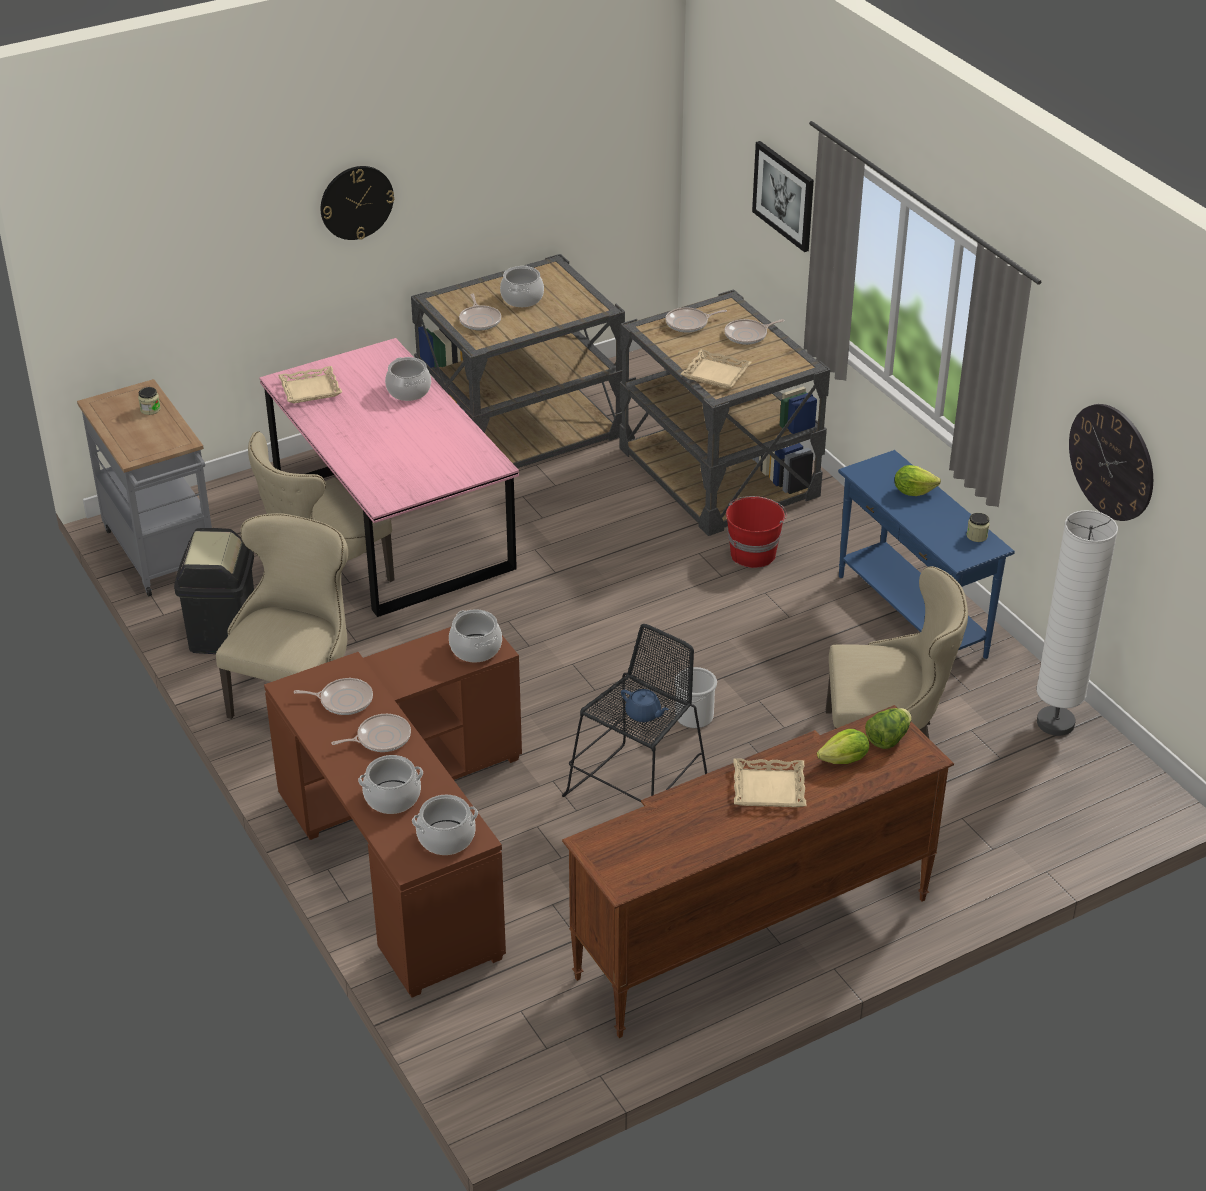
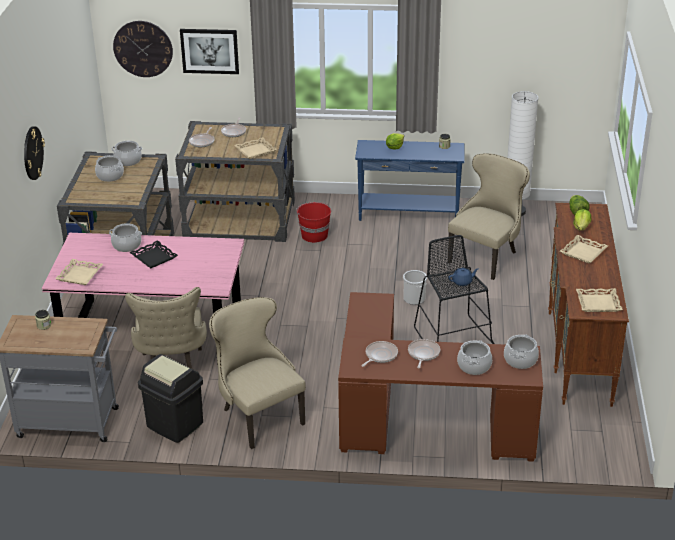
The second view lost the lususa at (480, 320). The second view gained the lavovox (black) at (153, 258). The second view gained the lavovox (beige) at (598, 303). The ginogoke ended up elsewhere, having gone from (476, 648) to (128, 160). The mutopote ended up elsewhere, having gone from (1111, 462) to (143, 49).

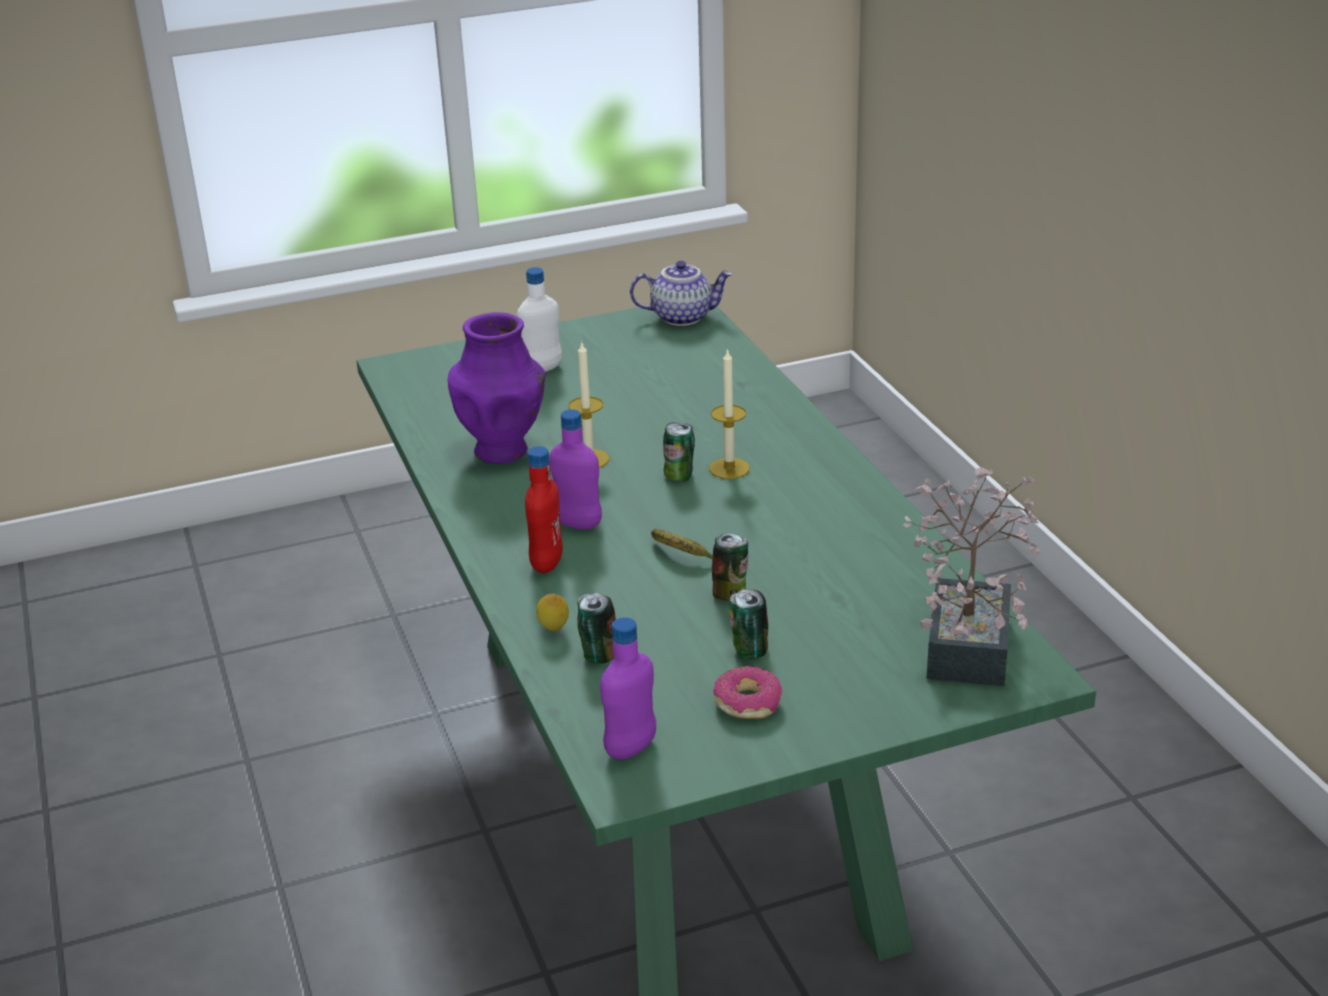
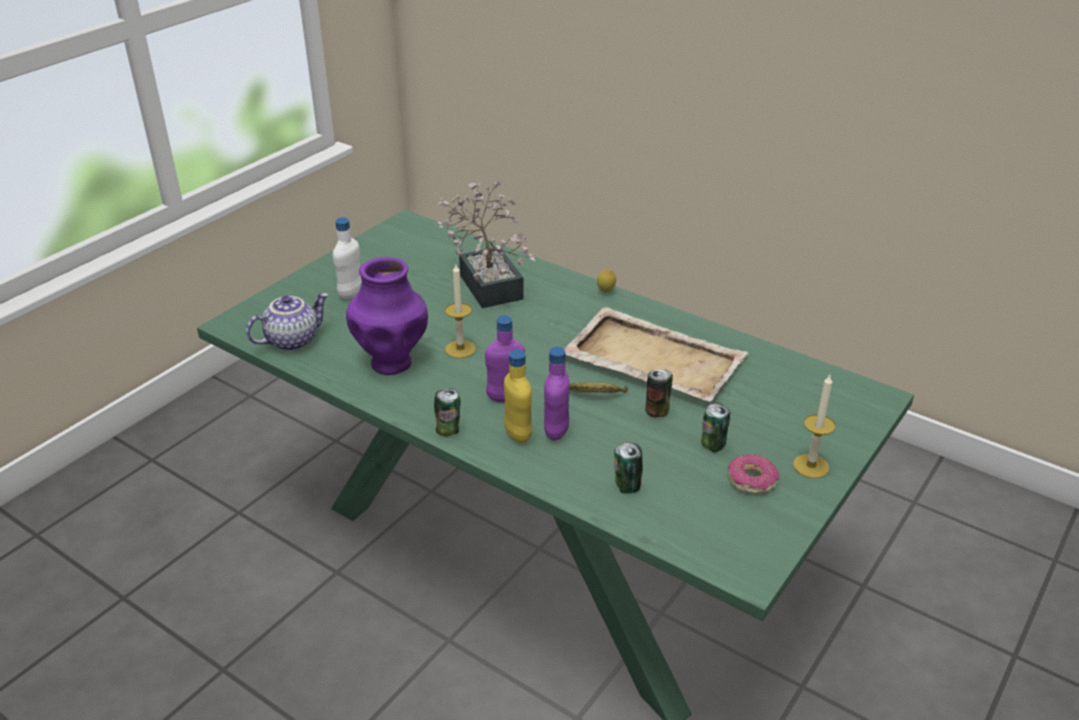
The second view gained the lavovox (beige) at (652, 358). The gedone ended up elsewhere, having gone from (554, 630) to (606, 292). The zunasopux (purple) ended up elsewhere, having gone from (631, 748) to (556, 431). The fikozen ended up elsewhere, having gone from (682, 316) to (292, 340). The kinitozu ended up elsewhere, having gone from (679, 476) to (448, 430). The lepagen ended up elsewhere, having gone from (729, 468) to (811, 466). The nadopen ended up elsewhere, having gone from (971, 639) to (489, 282). What was the zunasopux (red) at (546, 563) turned into the zunasopux (yellow) at (518, 434).

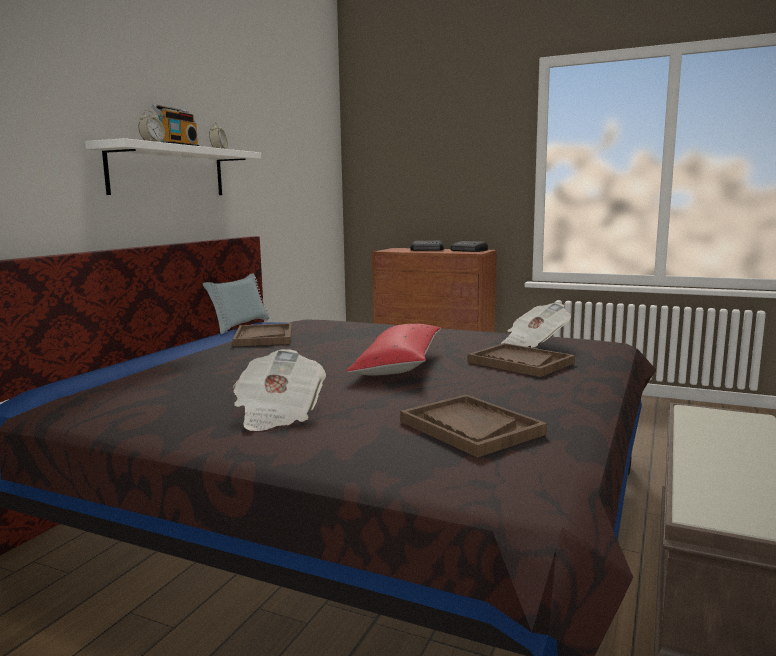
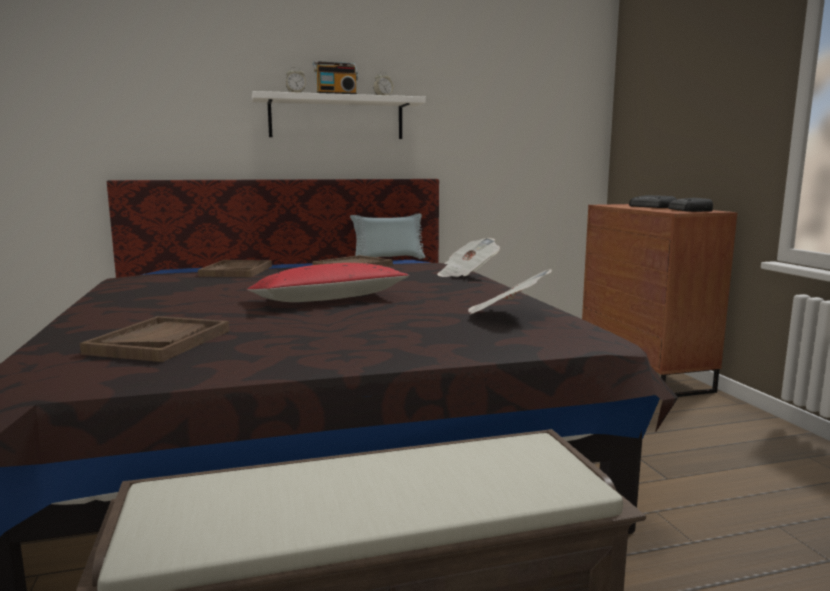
The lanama ended up elsewhere, having gone from (278, 414) to (467, 274). The lavovox (brown) ended up elsewhere, having gone from (520, 362) to (236, 271).

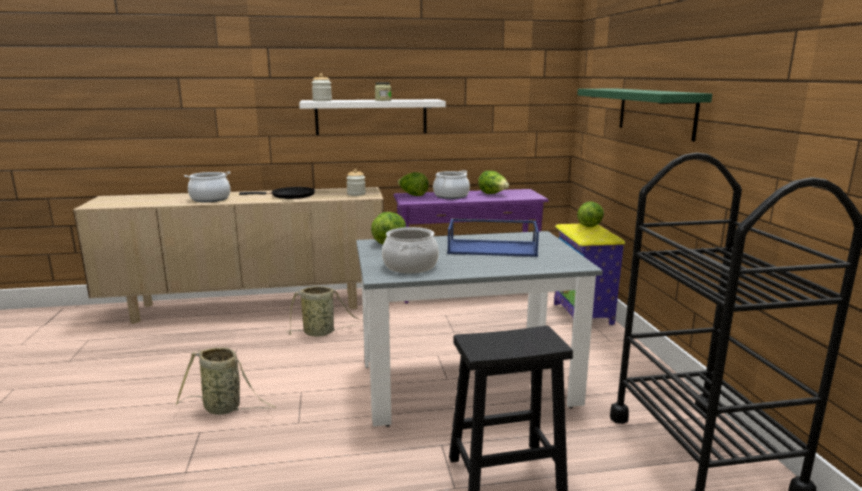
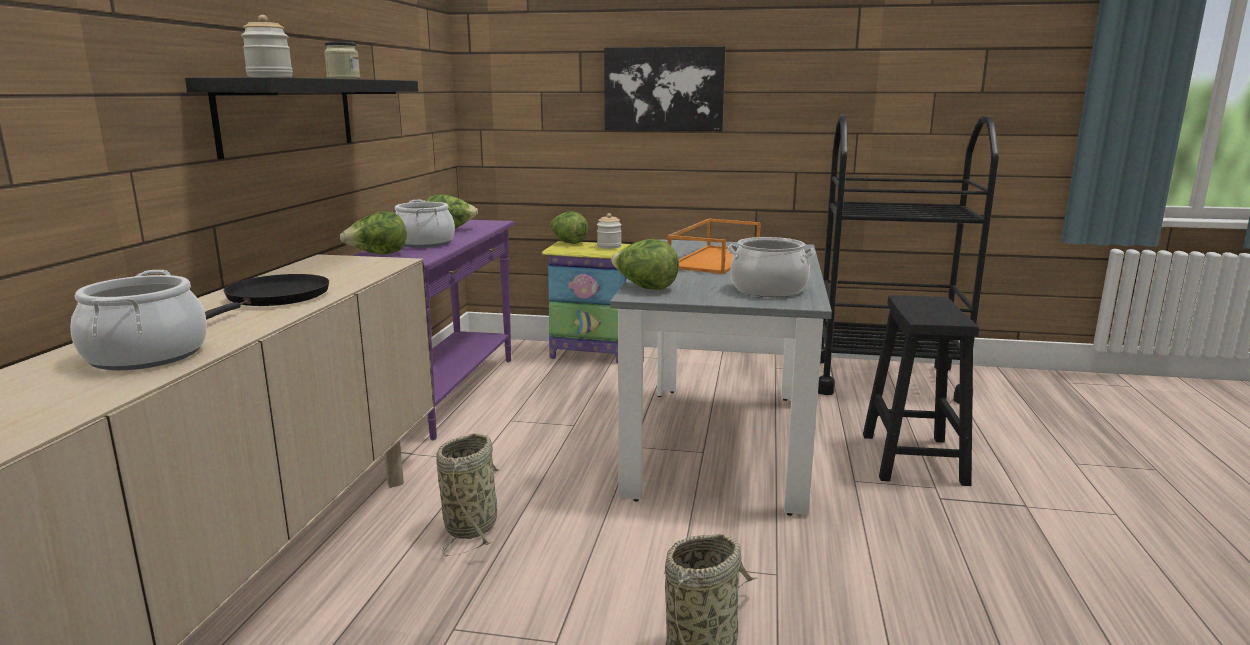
The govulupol ended up elsewhere, having gone from (356, 194) to (609, 246). Where the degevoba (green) hung at (656, 112), the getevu came to hang at (664, 89). What was the degevoba (white) at (371, 116) turned into the degevoba (black) at (288, 115). What was the lavovox (blue) at (493, 248) turned into the lavovox (orange) at (714, 259).

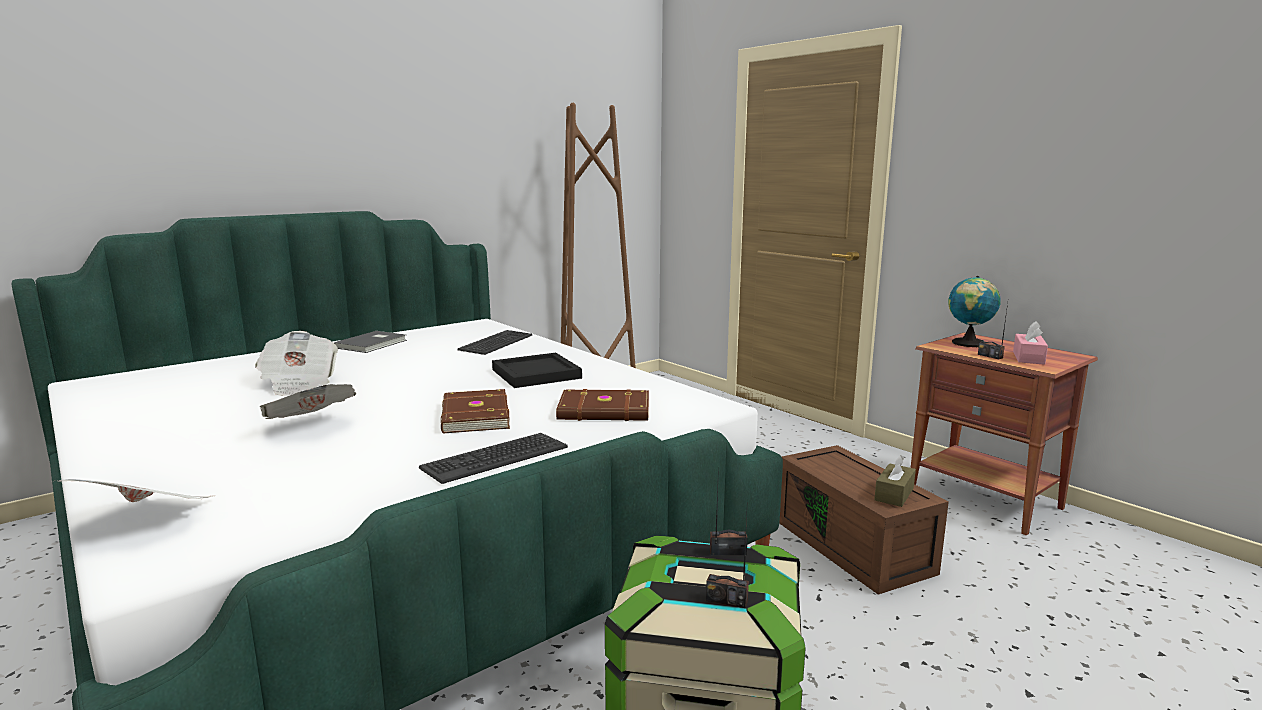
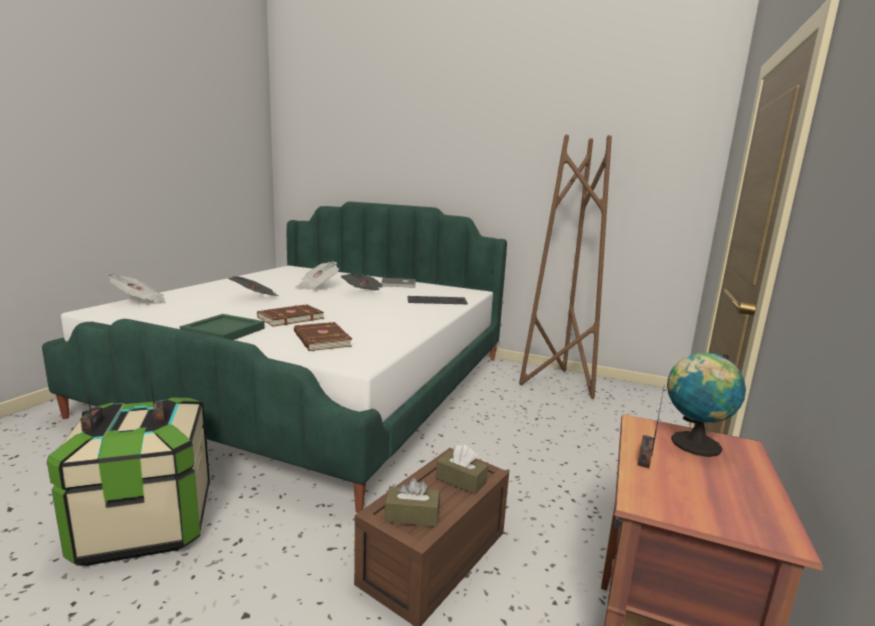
The second view lost the lavovox (black) at (534, 374). The second view lost the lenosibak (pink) at (1028, 358). The second view gained the lanama at (363, 294). The second view gained the lenosibak (brown) at (461, 480). Where the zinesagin stood at (495, 458), the lavovox (green) came to stand at (225, 331).

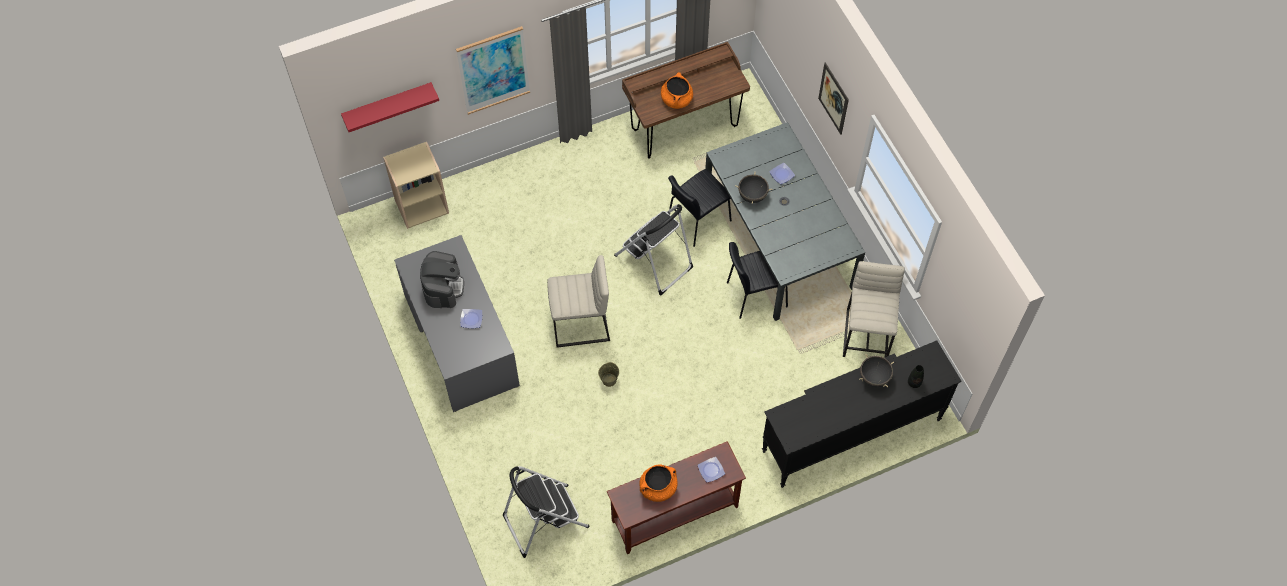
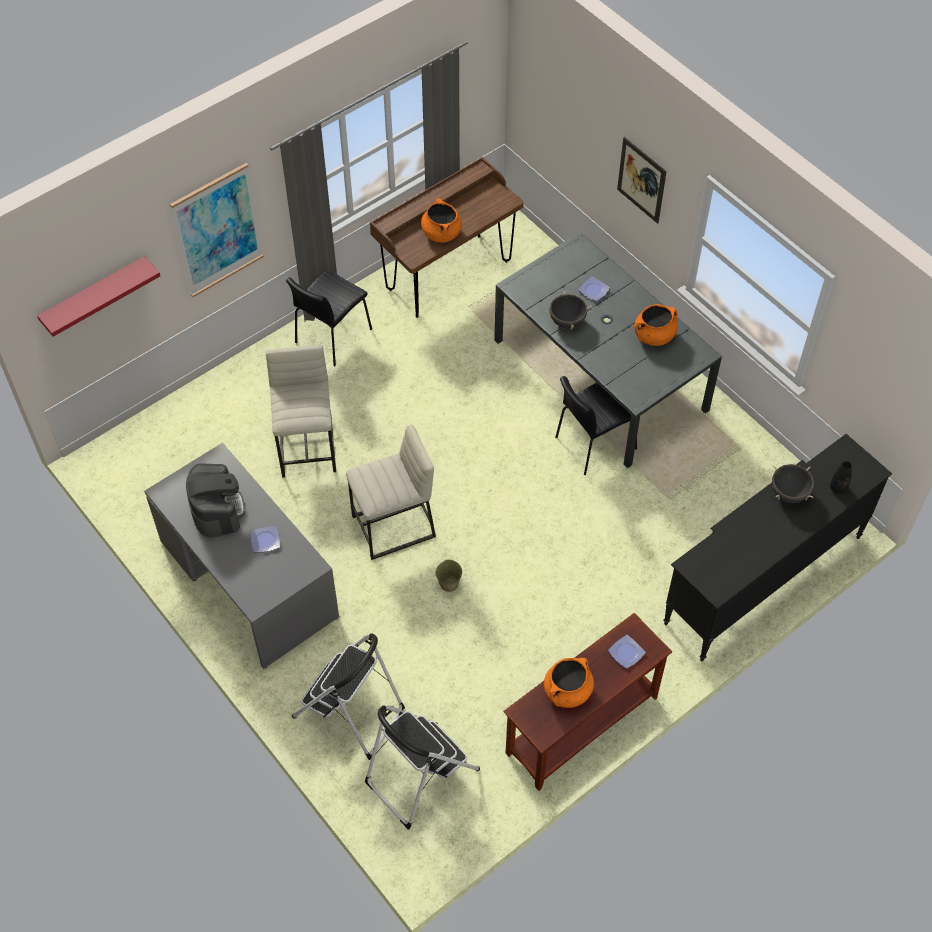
The second view lost the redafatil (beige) at (422, 205). The second view gained the ginogoke (orange) at (654, 336). The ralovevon ended up elsewhere, having gone from (654, 263) to (350, 714). The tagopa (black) ended up elsewhere, having gone from (697, 221) to (331, 337). The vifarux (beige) ended up elsewhere, having gone from (866, 335) to (307, 447).

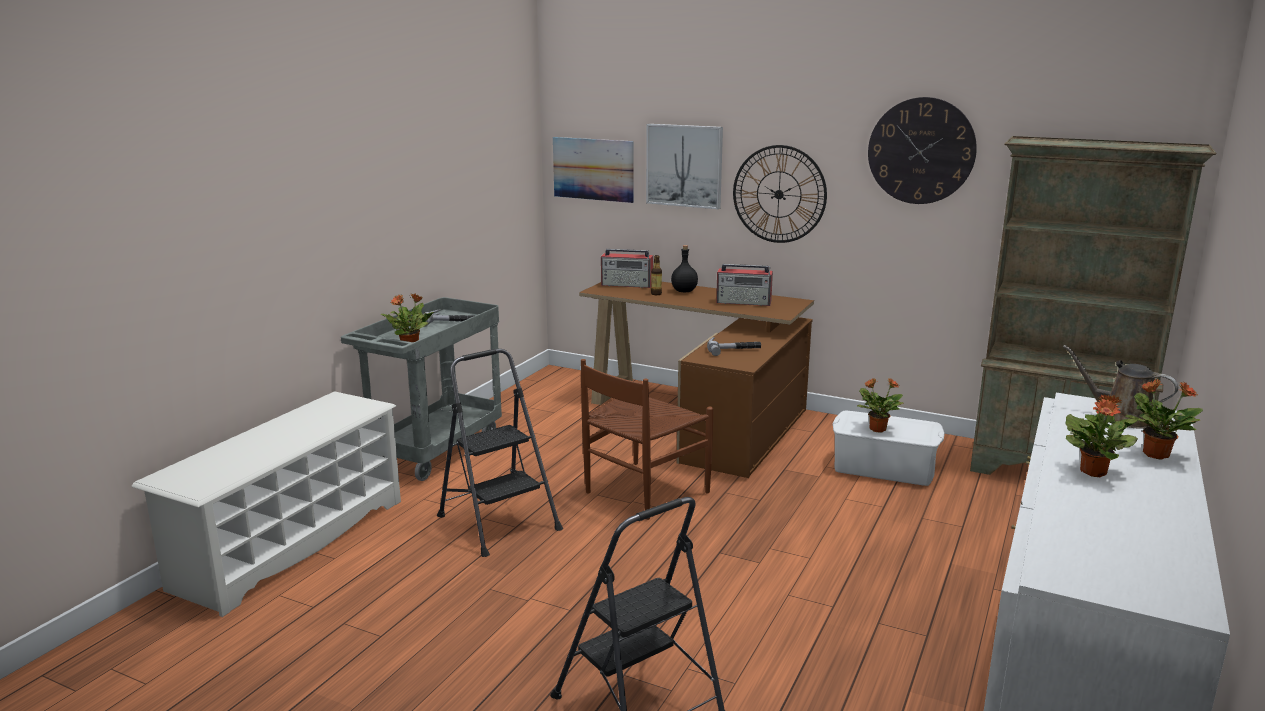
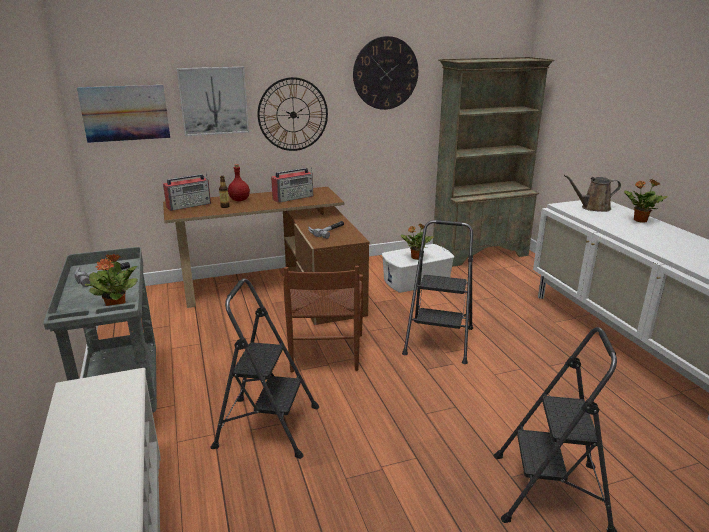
The second view lost the nadopen at (1093, 472). The second view gained the ralovevon (black) at (439, 339). What was the zunasopux (black) at (684, 291) turned into the zunasopux (red) at (240, 200).

